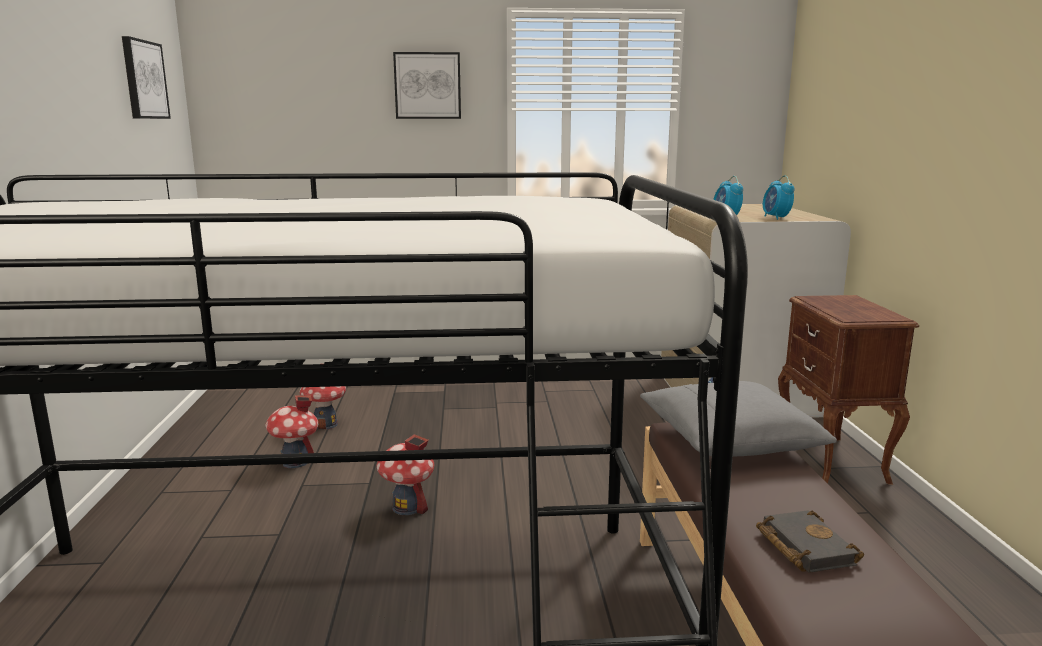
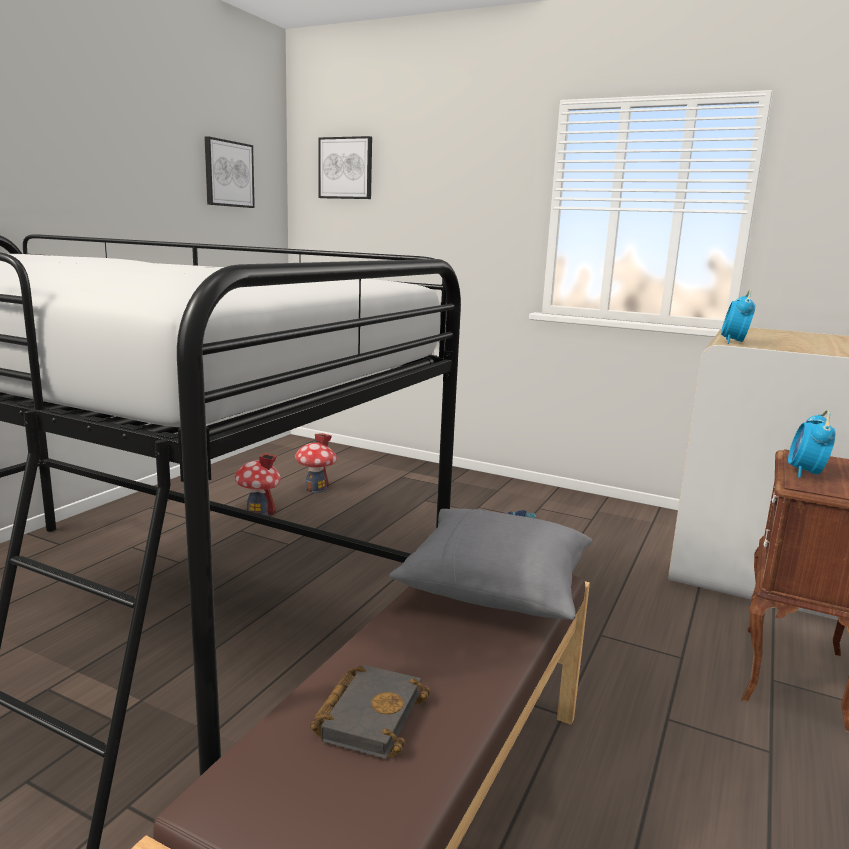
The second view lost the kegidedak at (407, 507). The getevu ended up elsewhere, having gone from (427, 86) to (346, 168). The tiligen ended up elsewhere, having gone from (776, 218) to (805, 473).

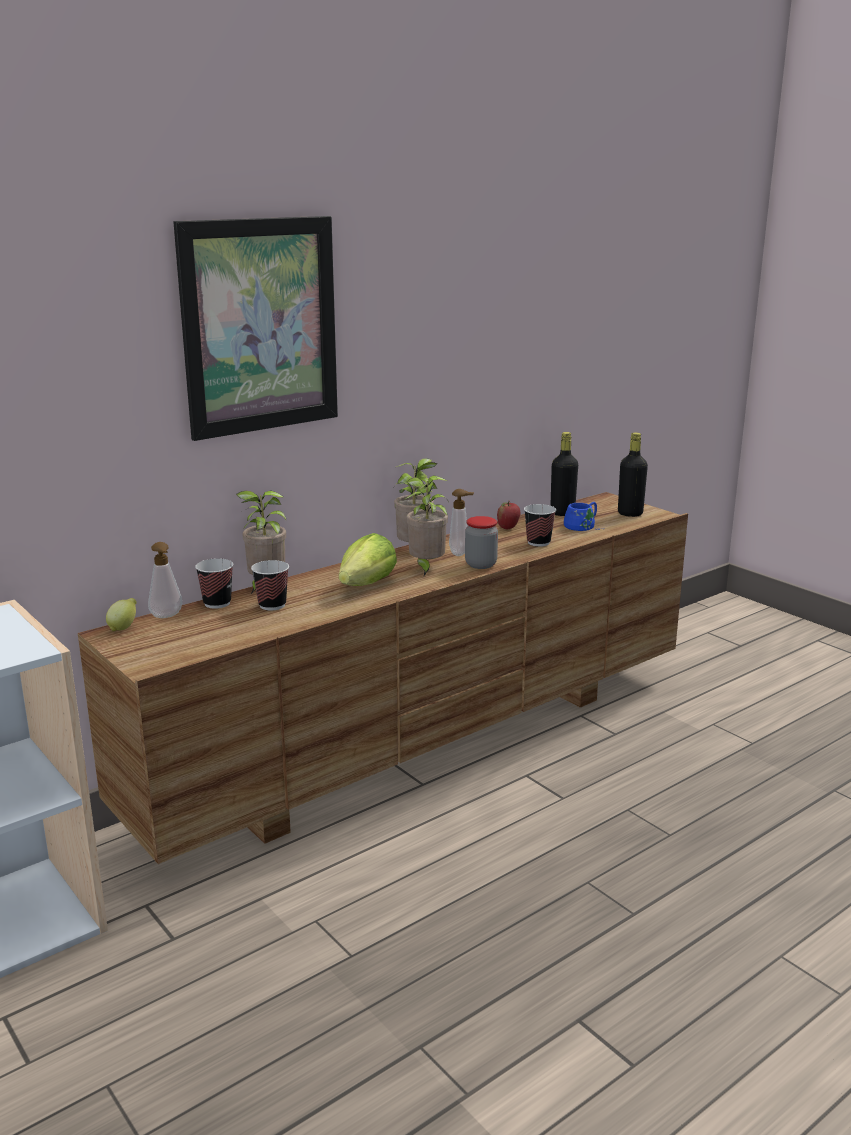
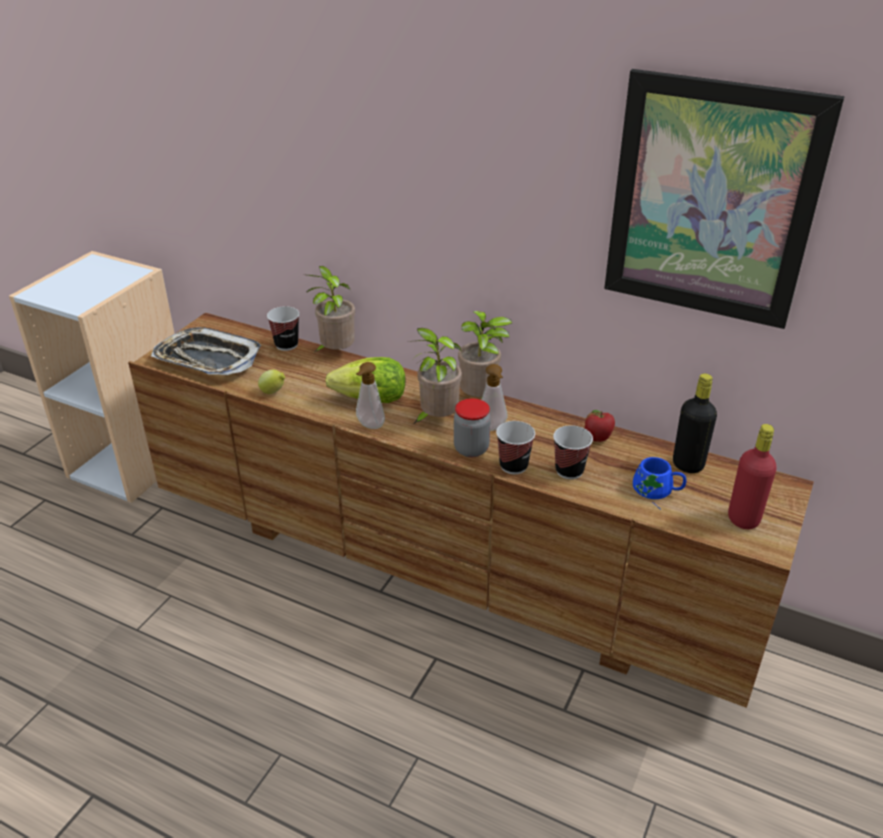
The second view gained the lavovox at (207, 359). The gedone ended up elsewhere, having gone from (123, 628) to (273, 392). The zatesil ended up elsewhere, having gone from (167, 616) to (369, 426). The getevu ended up elsewhere, having gone from (260, 326) to (711, 202). The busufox ended up elsewhere, having gone from (272, 605) to (513, 466). What was the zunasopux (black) at (630, 513) turned into the zunasopux (red) at (743, 519).

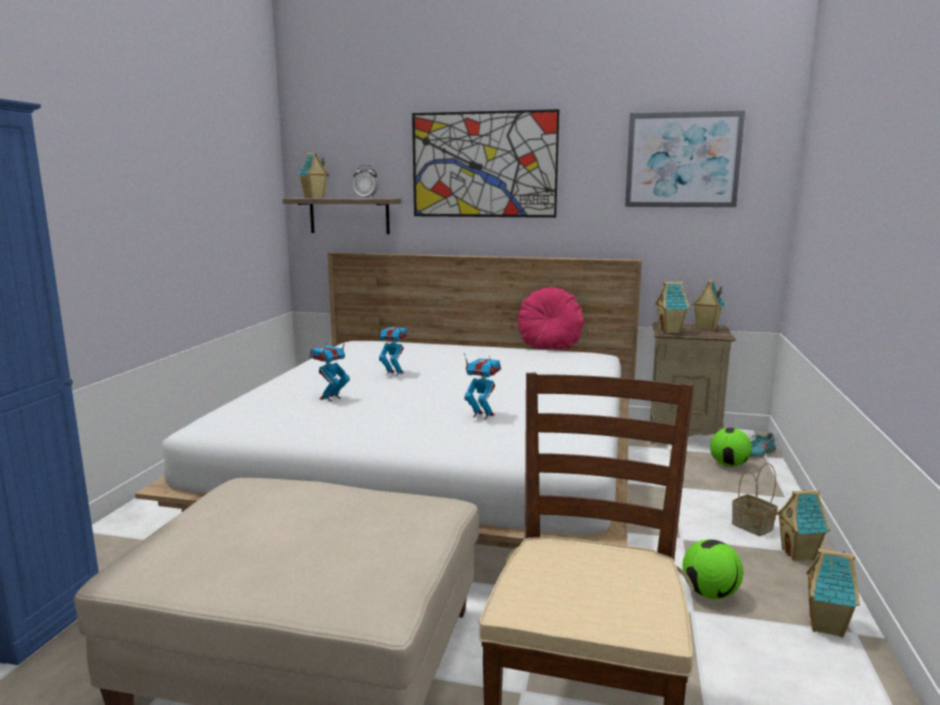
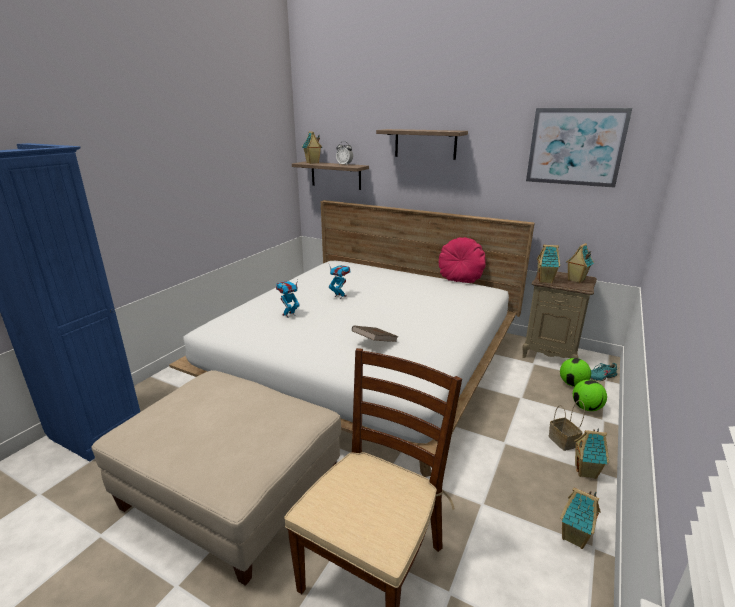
The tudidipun ended up elsewhere, having gone from (710, 594) to (586, 408). Where the getevu hung at (484, 165), the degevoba came to hang at (425, 144). Where the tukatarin stood at (482, 415), the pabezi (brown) came to stand at (374, 342).

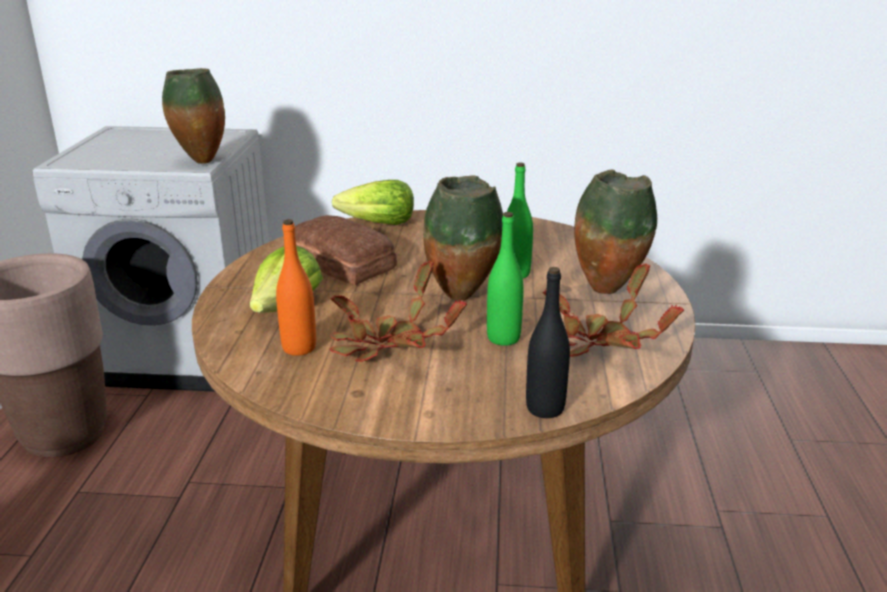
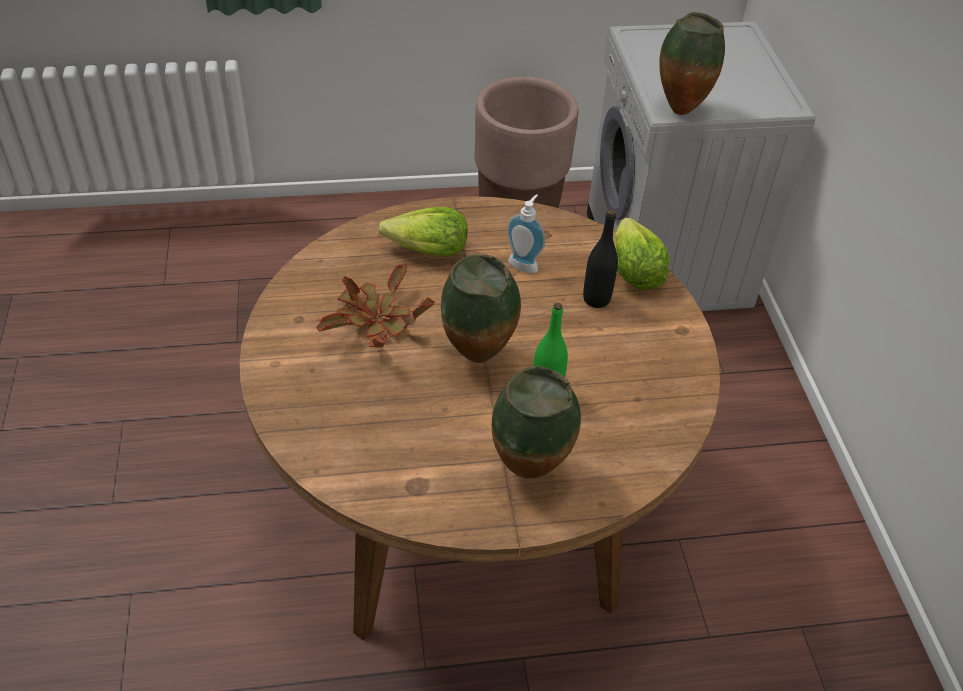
The second view lost the zunasopux (orange) at (299, 348). The second view lost the zunasopux (green) at (503, 338). The second view lost the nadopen at (595, 343). The zunasopux (black) ended up elsewhere, having gone from (545, 408) to (596, 299). Where the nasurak stood at (339, 264), the zatesil came to stand at (524, 263).

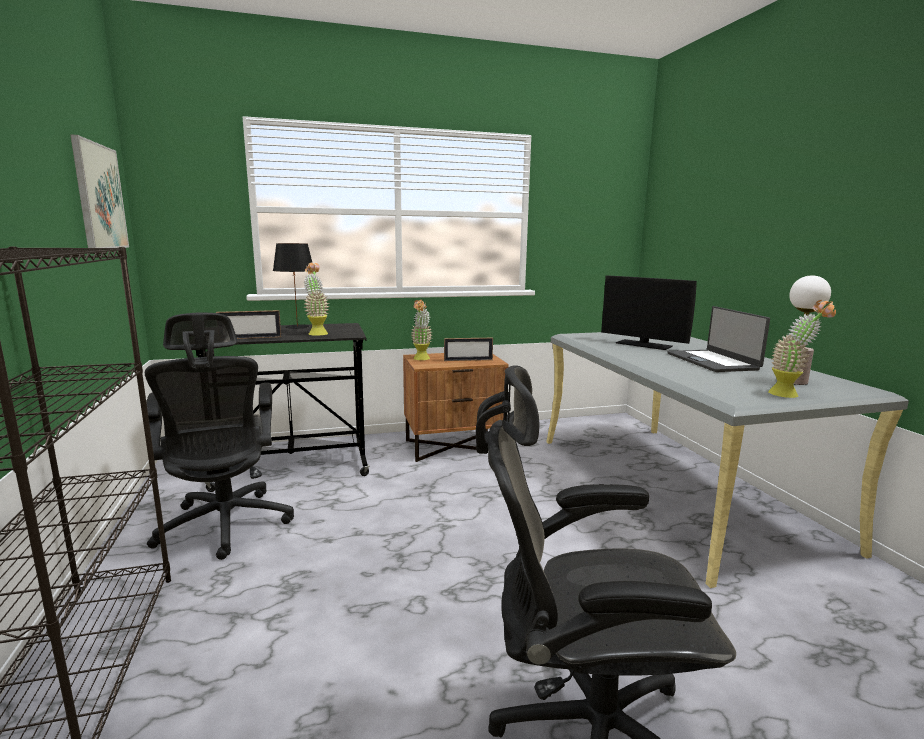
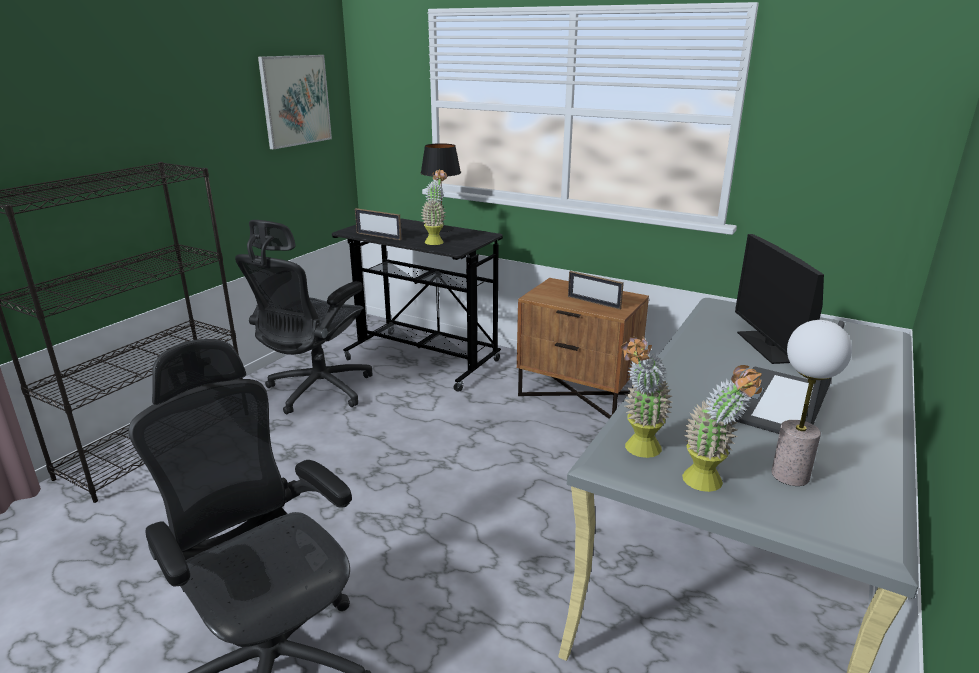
The nadopen ended up elsewhere, having gone from (421, 359) to (637, 451).

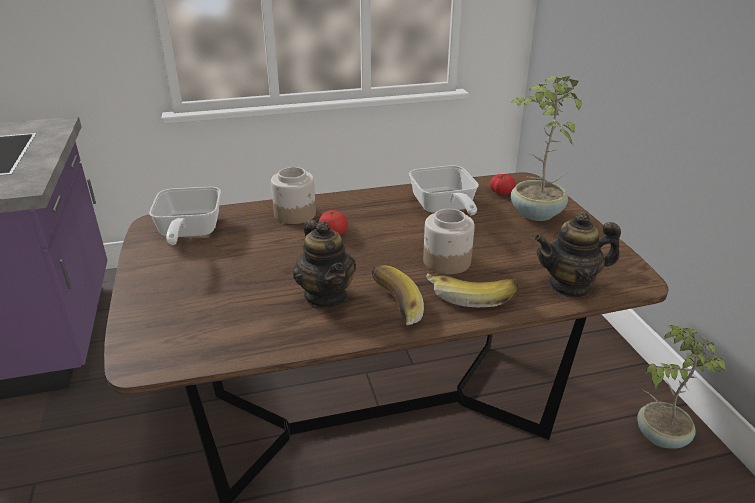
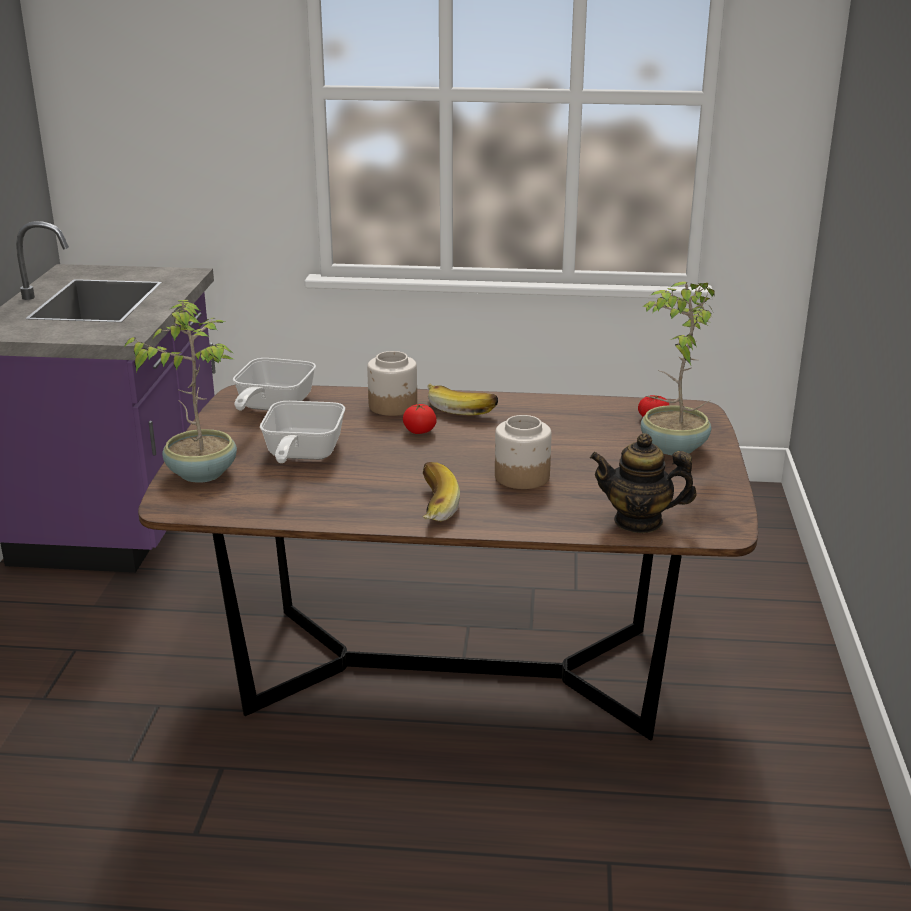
The second view lost the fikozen at (326, 295). The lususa ended up elsewhere, having gone from (443, 208) to (301, 455). The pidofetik ended up elsewhere, having gone from (471, 295) to (462, 408). The nadopen ended up elsewhere, having gone from (660, 435) to (201, 472).

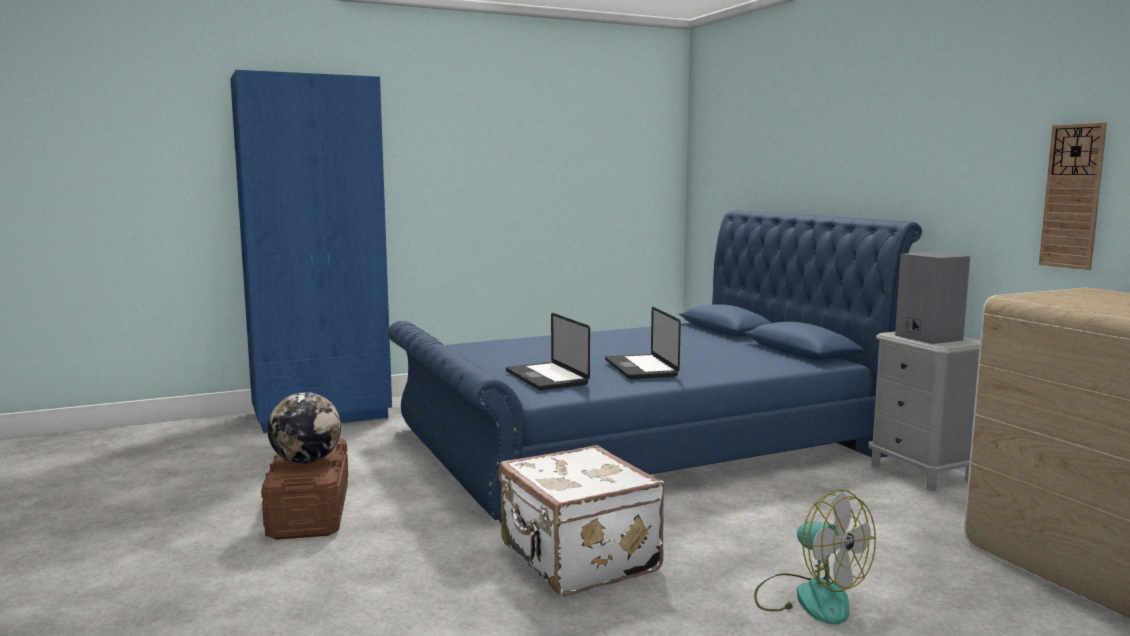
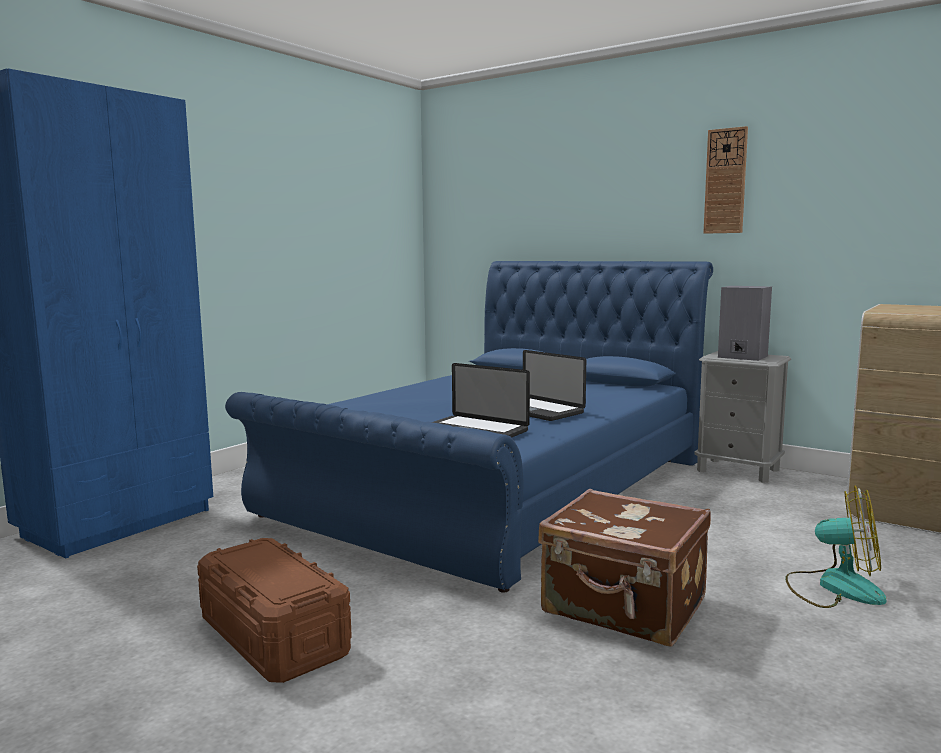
The second view lost the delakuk at (306, 461). The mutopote ended up elsewhere, having gone from (1072, 196) to (725, 181). What was the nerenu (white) at (577, 559) turned into the nerenu (brown) at (624, 608).

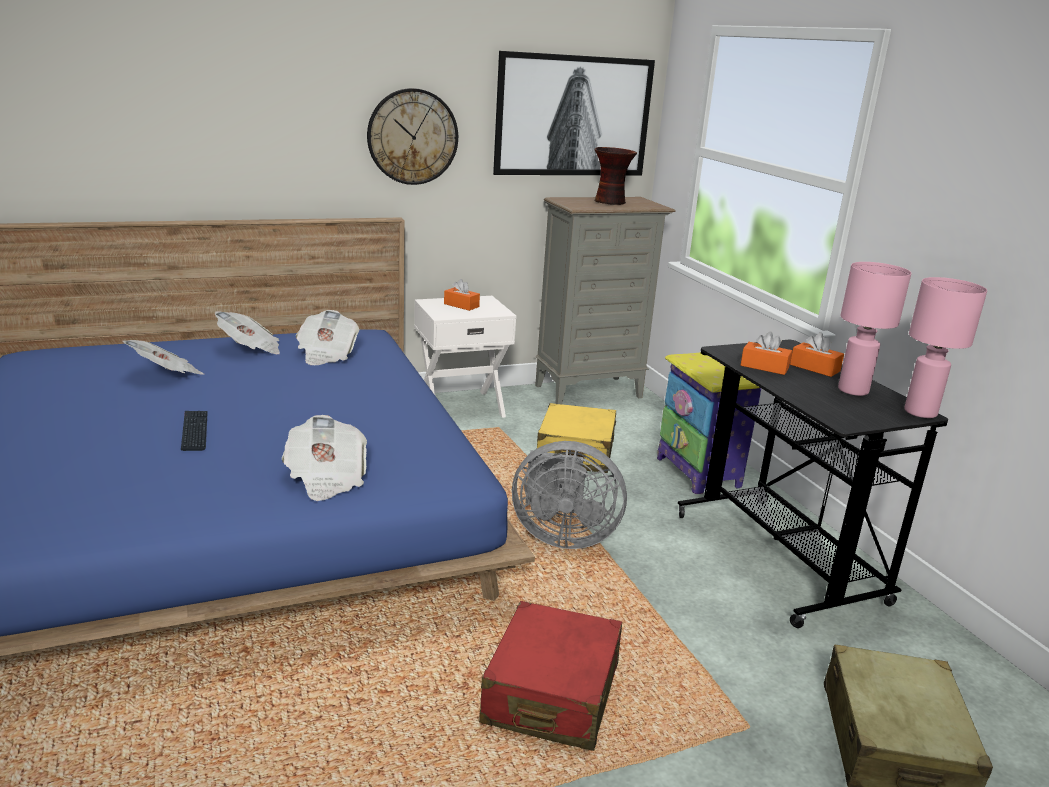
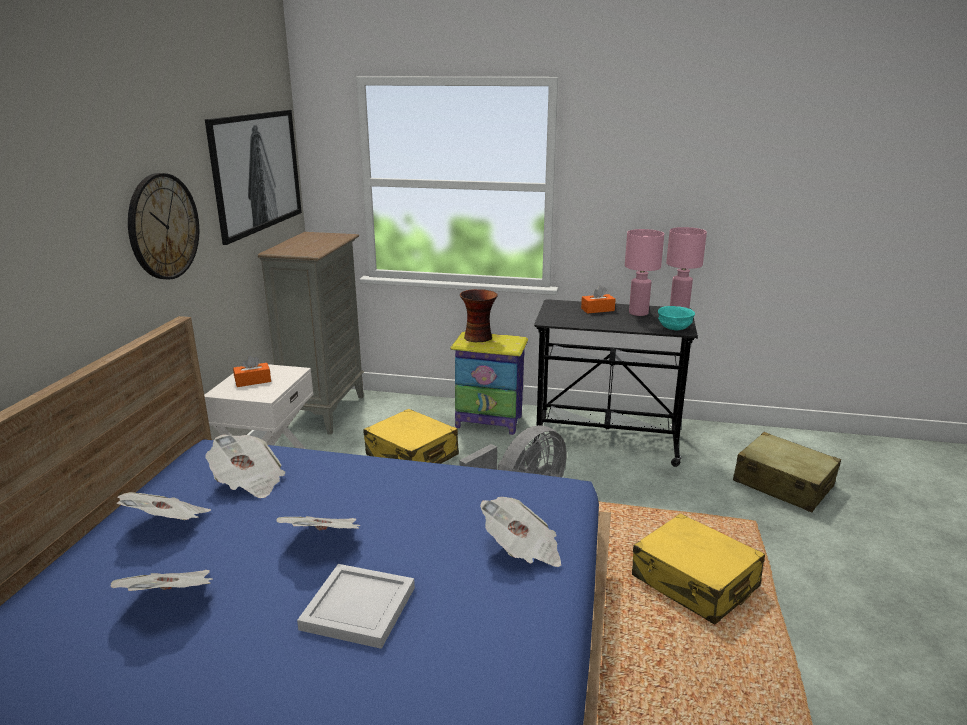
The second view lost the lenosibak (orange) at (764, 367). The second view gained the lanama at (324, 540). The second view gained the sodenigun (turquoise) at (675, 327). The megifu ended up elsewhere, having gone from (611, 202) to (479, 337). Where the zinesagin stood at (195, 431), the lavovox (white) came to stand at (358, 607). What was the nerenu (red) at (551, 694) turned into the nerenu (yellow) at (694, 582).

